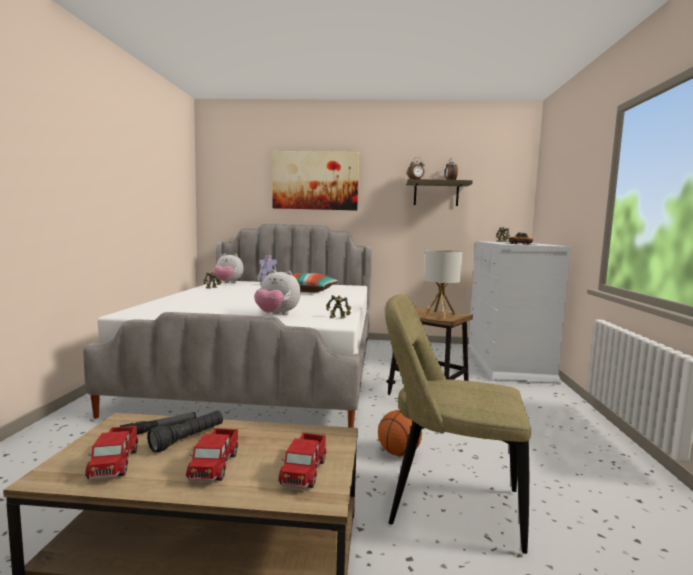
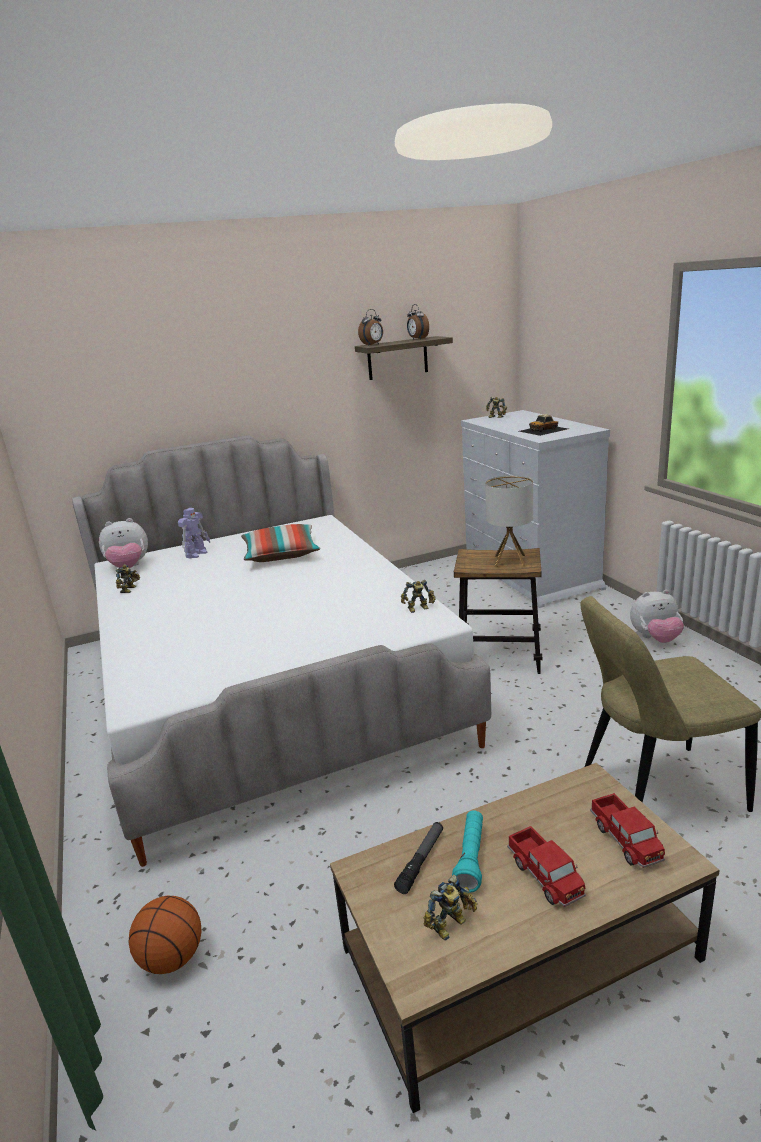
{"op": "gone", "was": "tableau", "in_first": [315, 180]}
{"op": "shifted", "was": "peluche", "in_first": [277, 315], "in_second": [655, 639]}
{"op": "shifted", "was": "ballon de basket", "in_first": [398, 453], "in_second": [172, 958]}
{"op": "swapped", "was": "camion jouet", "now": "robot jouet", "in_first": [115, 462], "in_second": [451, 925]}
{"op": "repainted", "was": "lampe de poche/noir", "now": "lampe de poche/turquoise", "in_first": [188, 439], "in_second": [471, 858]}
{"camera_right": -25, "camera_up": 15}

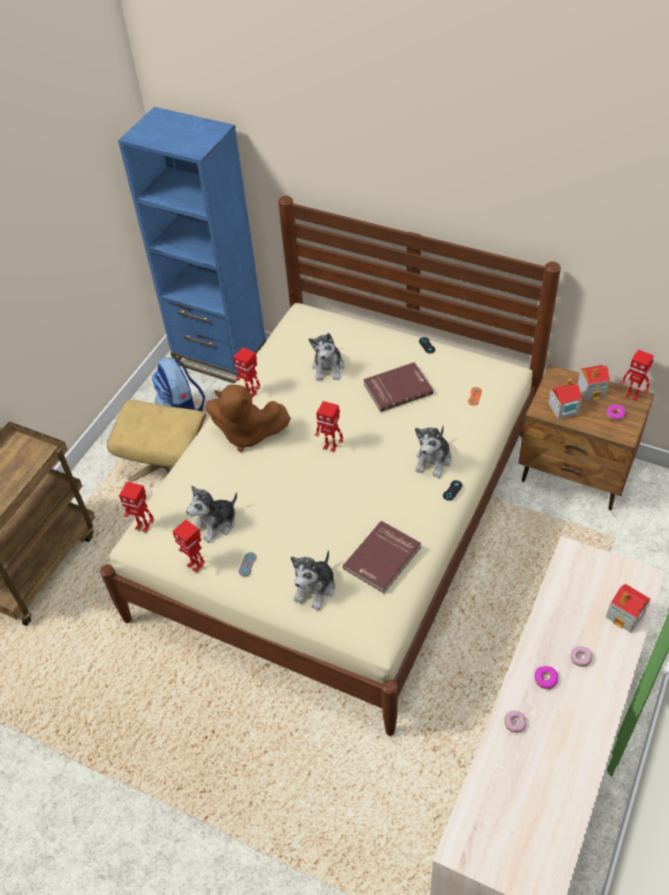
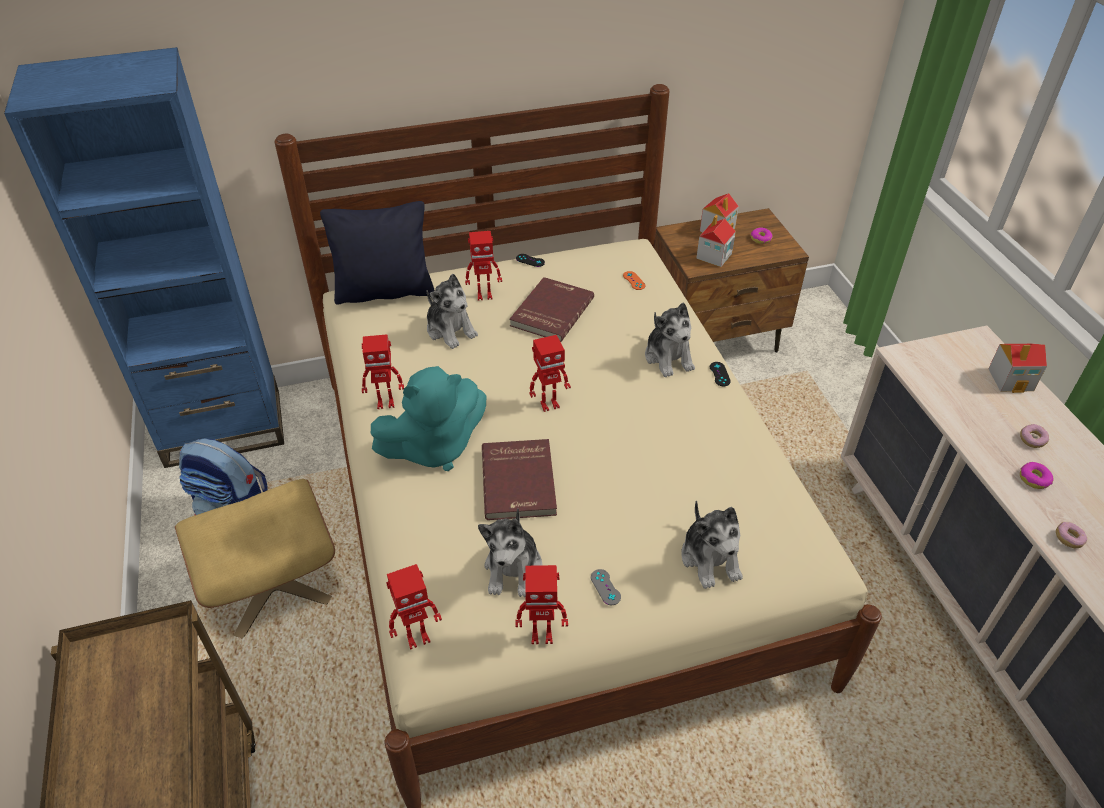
{"op": "new", "now": "coussin/noir", "in_second": [385, 291]}
{"op": "shifted", "was": "livre/rouge", "in_first": [383, 558], "in_second": [520, 481]}
{"op": "shifted", "was": "robot jouet", "in_first": [632, 395], "in_second": [484, 295]}
{"op": "repainted", "was": "peluche/marron", "now": "peluche/turquoise", "in_first": [247, 434], "in_second": [434, 447]}
{"camera_right": -45, "camera_up": -5}

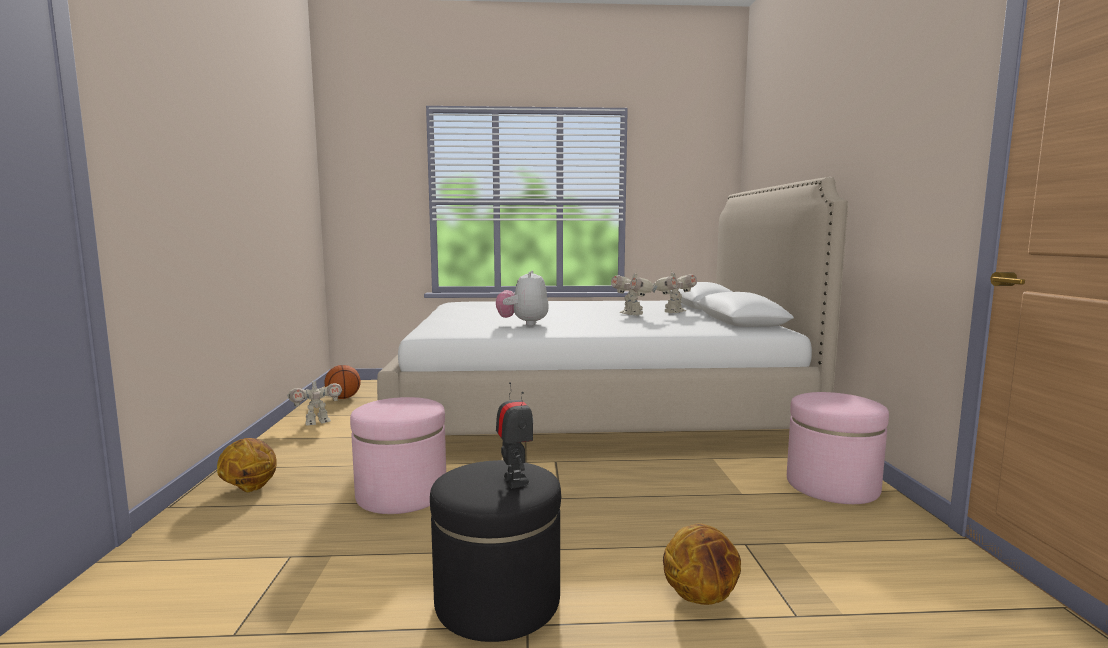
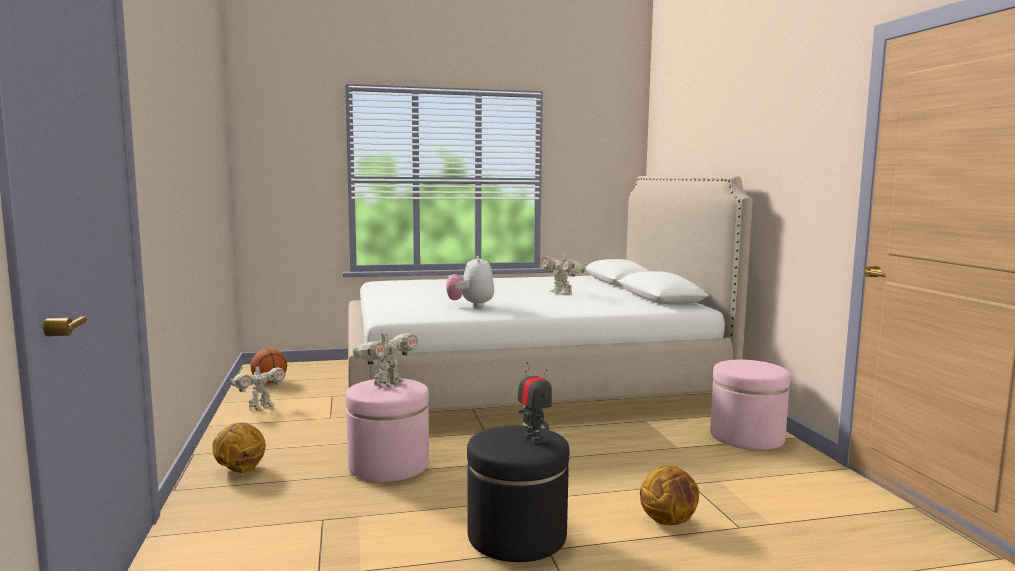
{"op": "shifted", "was": "robot jouet", "in_first": [673, 312], "in_second": [387, 384]}
{"camera_right": -10, "camera_up": 0}

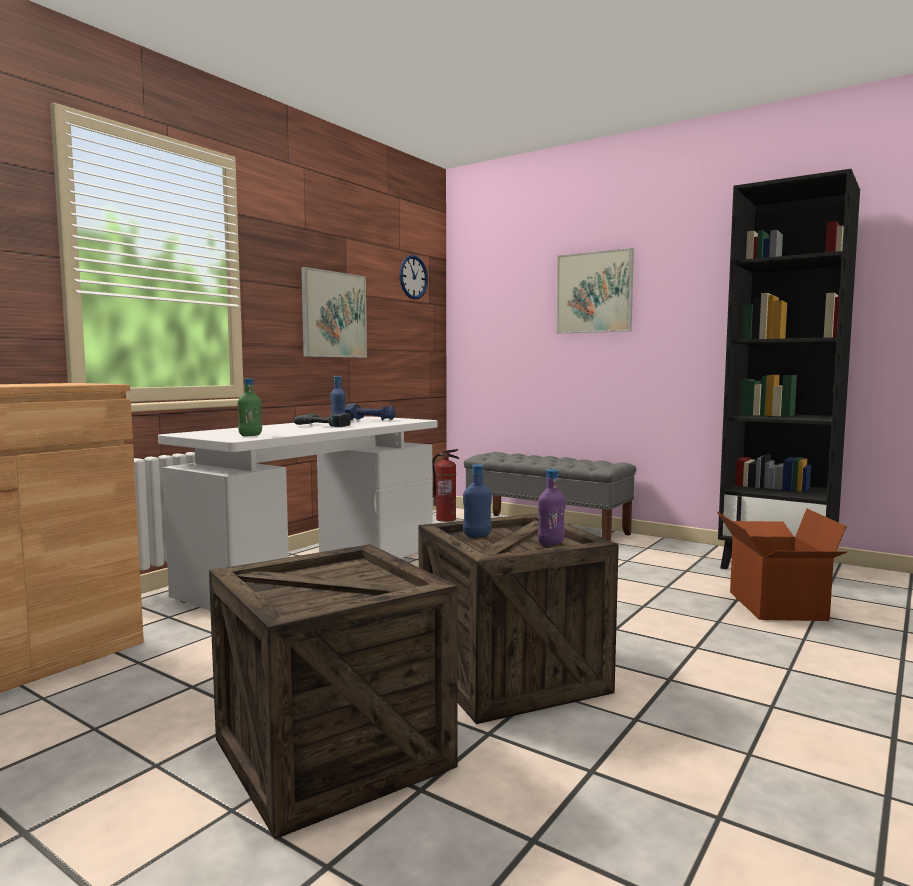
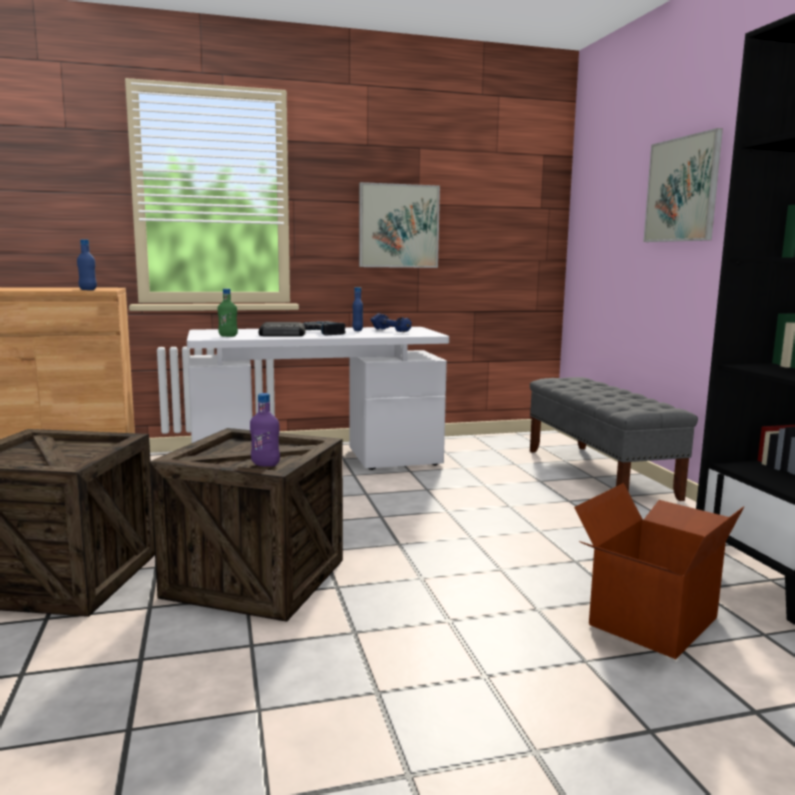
{"op": "gone", "was": "horloge murale", "in_first": [413, 277]}
{"op": "gone", "was": "extincteur", "in_first": [446, 519]}
{"op": "new", "now": "radio", "in_second": [283, 335]}
{"op": "shifted", "was": "bouteille/bleu", "in_first": [477, 536], "in_second": [88, 289]}
{"camera_right": 40, "camera_up": 5}

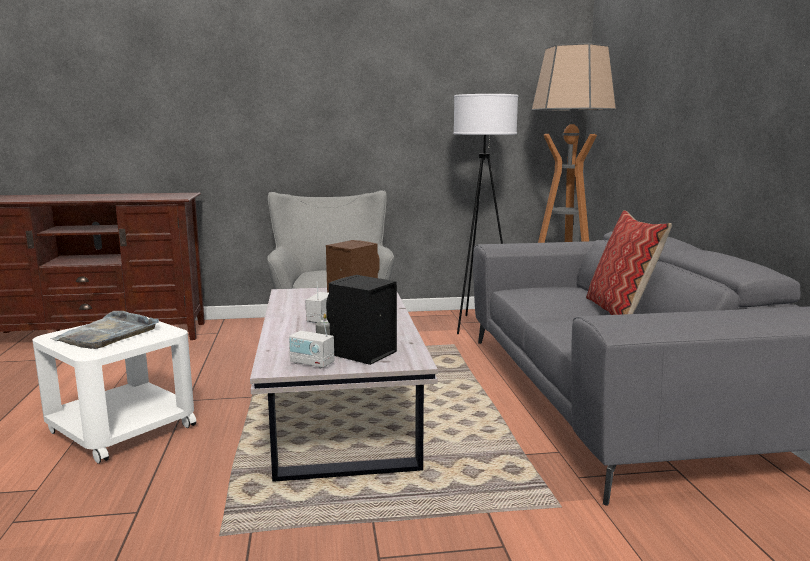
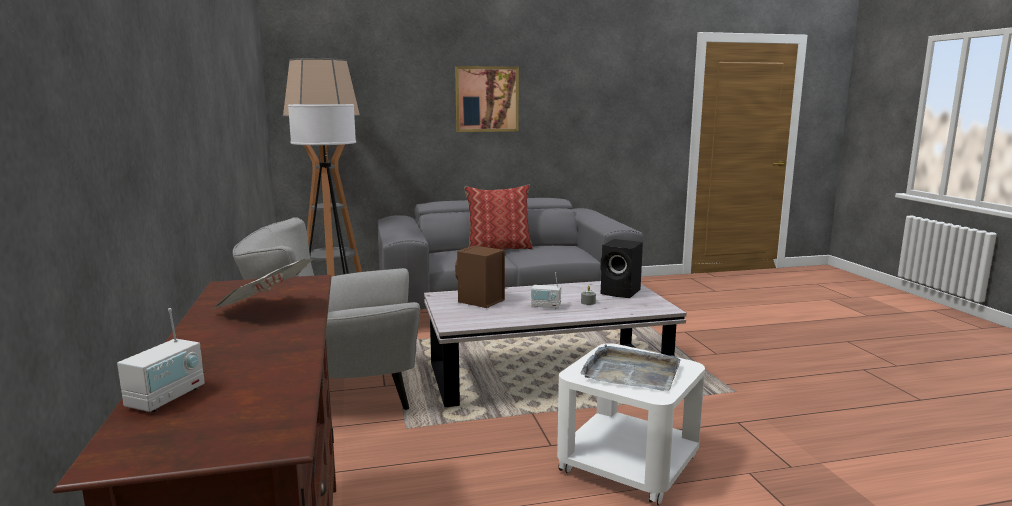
{"op": "new", "now": "journal", "in_second": [265, 309]}
{"op": "new", "now": "tableau", "in_second": [486, 99]}
{"op": "shifted", "was": "radio", "in_first": [312, 363], "in_second": [167, 398]}
{"camera_right": -95, "camera_up": 0}

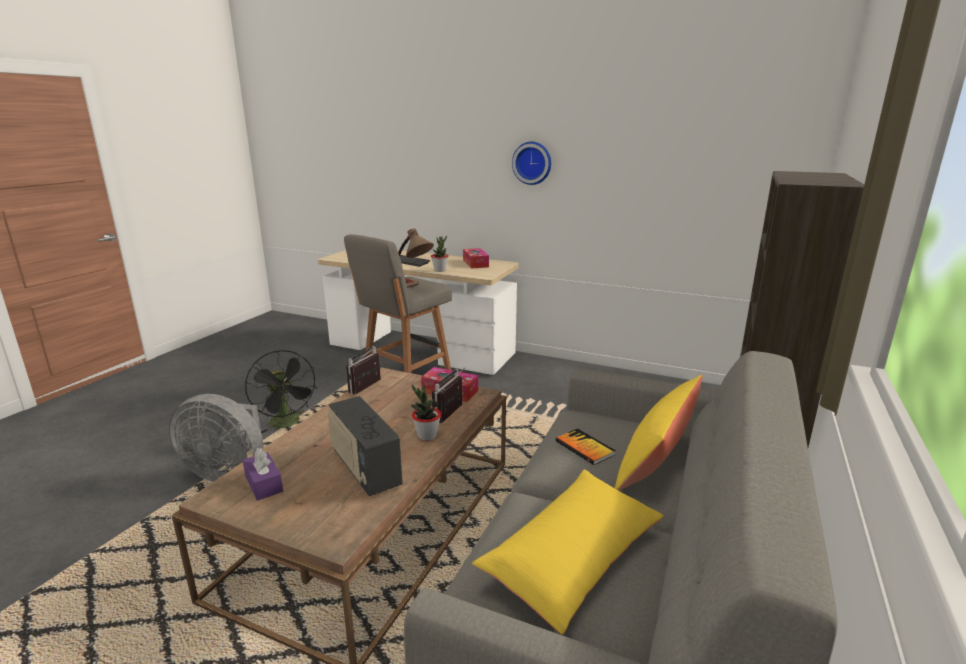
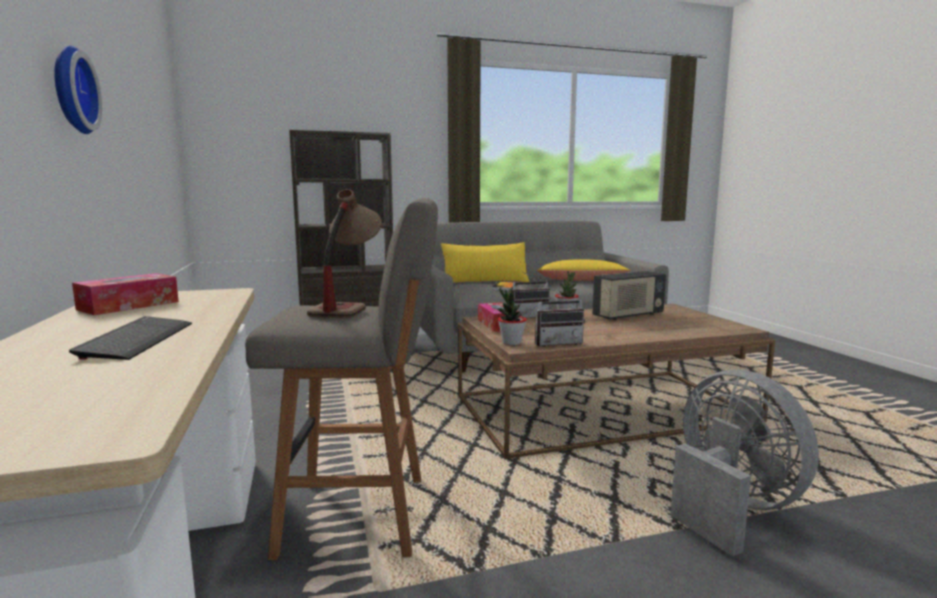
{"op": "gone", "was": "boîte à mouchoirs/violet", "in_first": [264, 484]}
{"op": "gone", "was": "ventilateur/noir", "in_first": [288, 424]}
{"op": "shifted", "was": "plante en pot", "in_first": [440, 270], "in_second": [511, 343]}
{"op": "rotated", "was": "radio", "in_first": [365, 469], "in_second": [628, 315], "clockwise": 45}
{"camera_right": -130, "camera_up": -10}

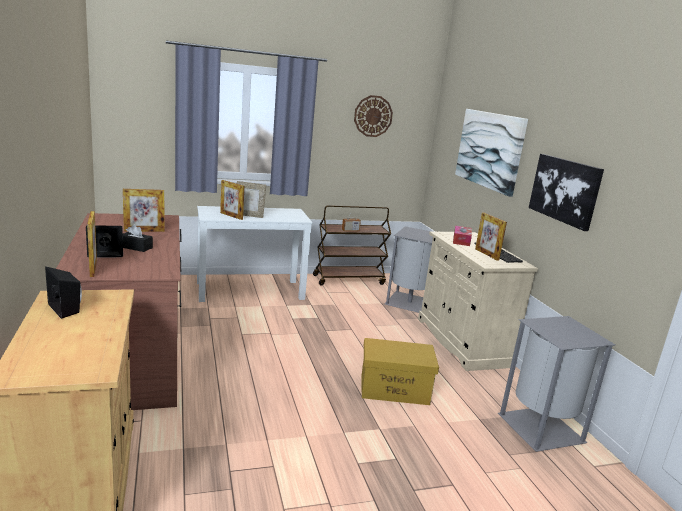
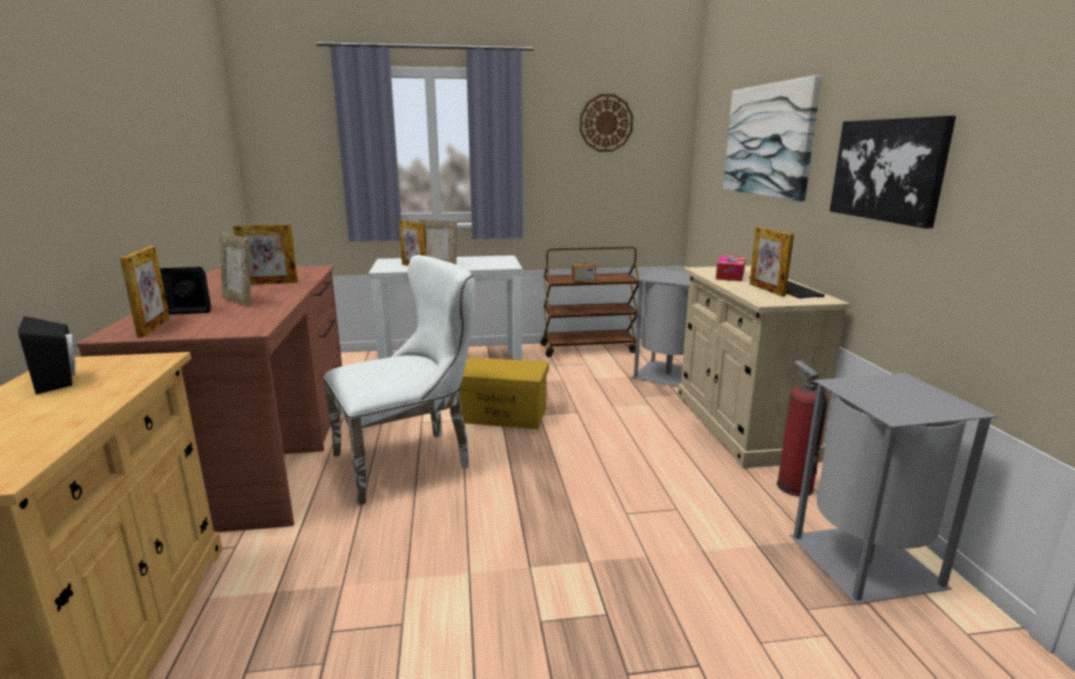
{"op": "new", "now": "chaise/blanc", "in_second": [411, 460]}
{"op": "new", "now": "extincteur", "in_second": [794, 487]}
{"op": "shifted", "was": "boîte de rangement/jaune", "in_first": [395, 389], "in_second": [505, 415]}
{"op": "swapped", "was": "boîte à mouchoirs/noir", "now": "cadre photo", "in_first": [136, 247], "in_second": [240, 301]}
{"camera_right": 10, "camera_up": 0}

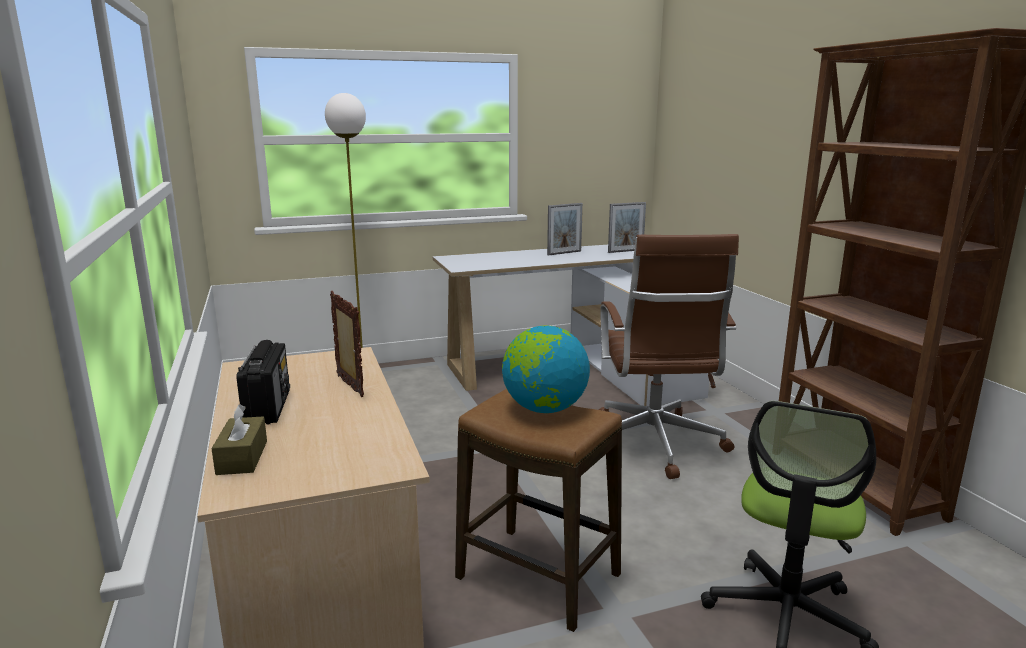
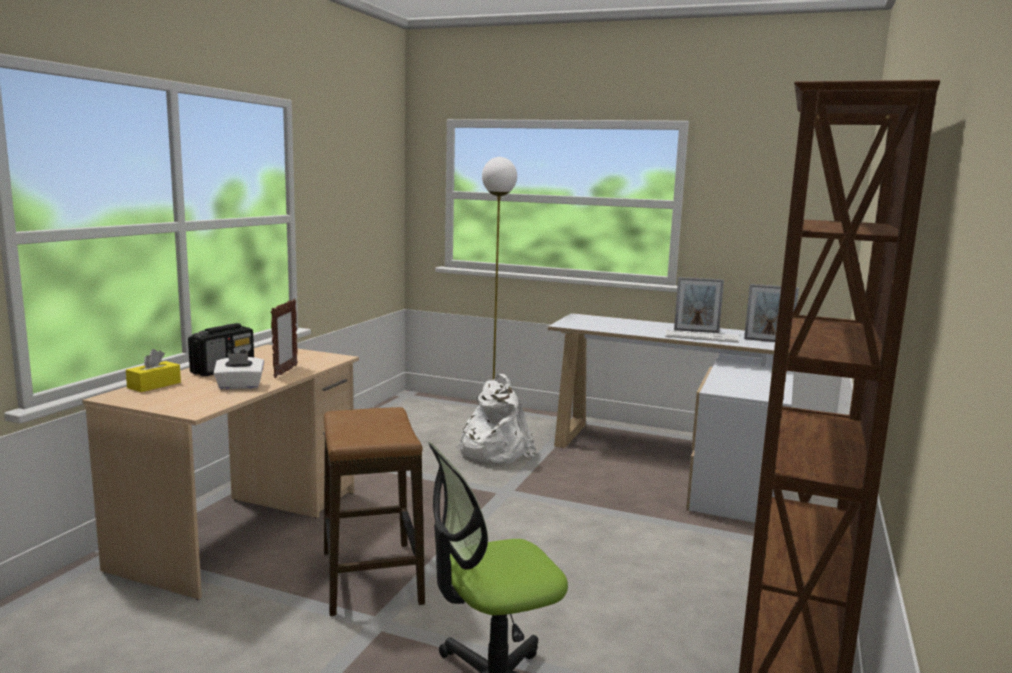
{"op": "gone", "was": "globe", "in_first": [544, 409]}
{"op": "gone", "was": "chaise de bureau/marron", "in_first": [653, 445]}
{"op": "new", "now": "boîte à mouchoirs/blanc", "in_second": [239, 386]}
{"op": "new", "now": "sac à dos/blanc", "in_second": [492, 452]}
{"op": "new", "now": "clavier", "in_second": [701, 337]}
{"op": "repainted", "was": "boîte à mouchoirs/marron", "now": "boîte à mouchoirs/jaune", "in_first": [242, 457], "in_second": [154, 385]}
{"camera_right": 40, "camera_up": -5}

